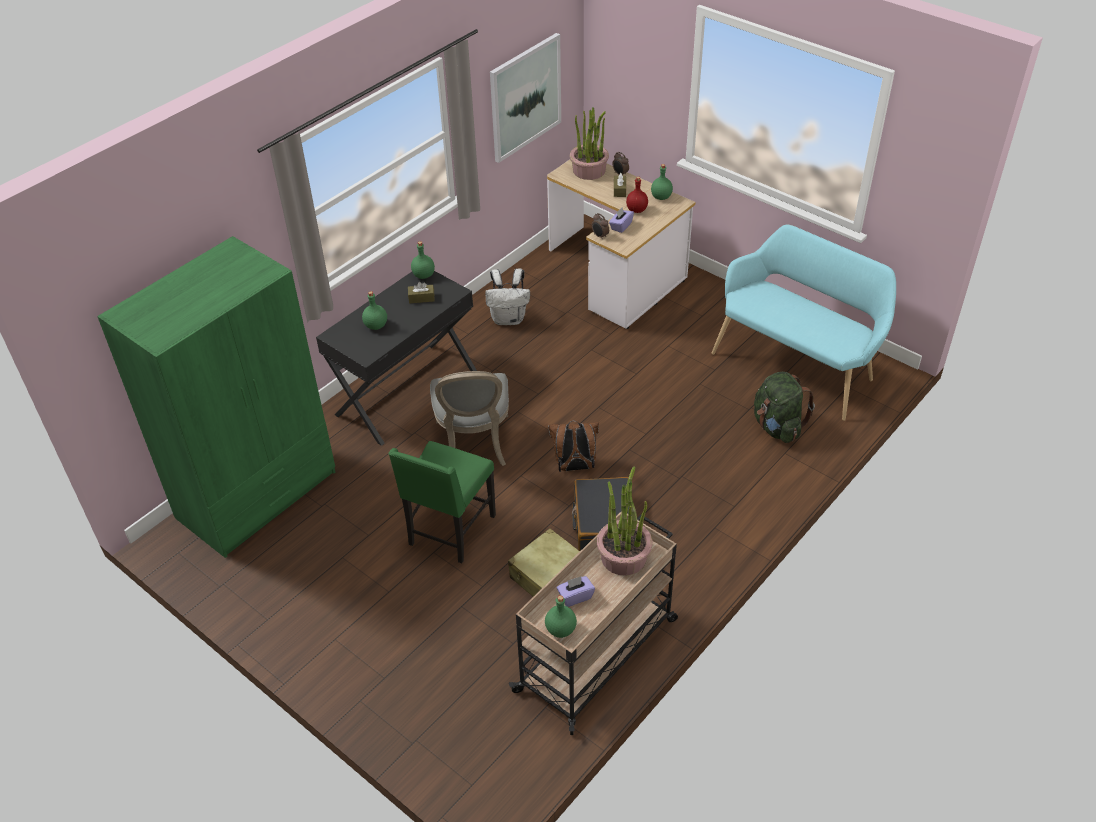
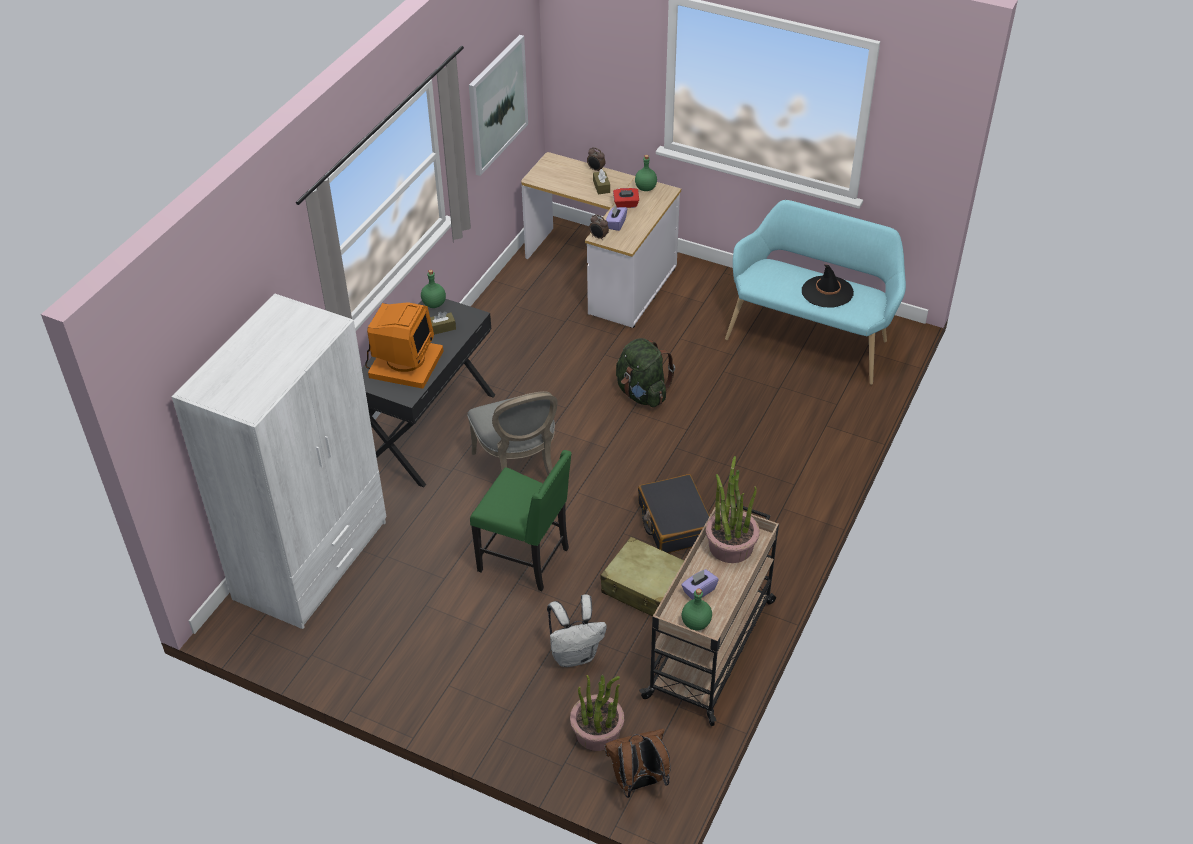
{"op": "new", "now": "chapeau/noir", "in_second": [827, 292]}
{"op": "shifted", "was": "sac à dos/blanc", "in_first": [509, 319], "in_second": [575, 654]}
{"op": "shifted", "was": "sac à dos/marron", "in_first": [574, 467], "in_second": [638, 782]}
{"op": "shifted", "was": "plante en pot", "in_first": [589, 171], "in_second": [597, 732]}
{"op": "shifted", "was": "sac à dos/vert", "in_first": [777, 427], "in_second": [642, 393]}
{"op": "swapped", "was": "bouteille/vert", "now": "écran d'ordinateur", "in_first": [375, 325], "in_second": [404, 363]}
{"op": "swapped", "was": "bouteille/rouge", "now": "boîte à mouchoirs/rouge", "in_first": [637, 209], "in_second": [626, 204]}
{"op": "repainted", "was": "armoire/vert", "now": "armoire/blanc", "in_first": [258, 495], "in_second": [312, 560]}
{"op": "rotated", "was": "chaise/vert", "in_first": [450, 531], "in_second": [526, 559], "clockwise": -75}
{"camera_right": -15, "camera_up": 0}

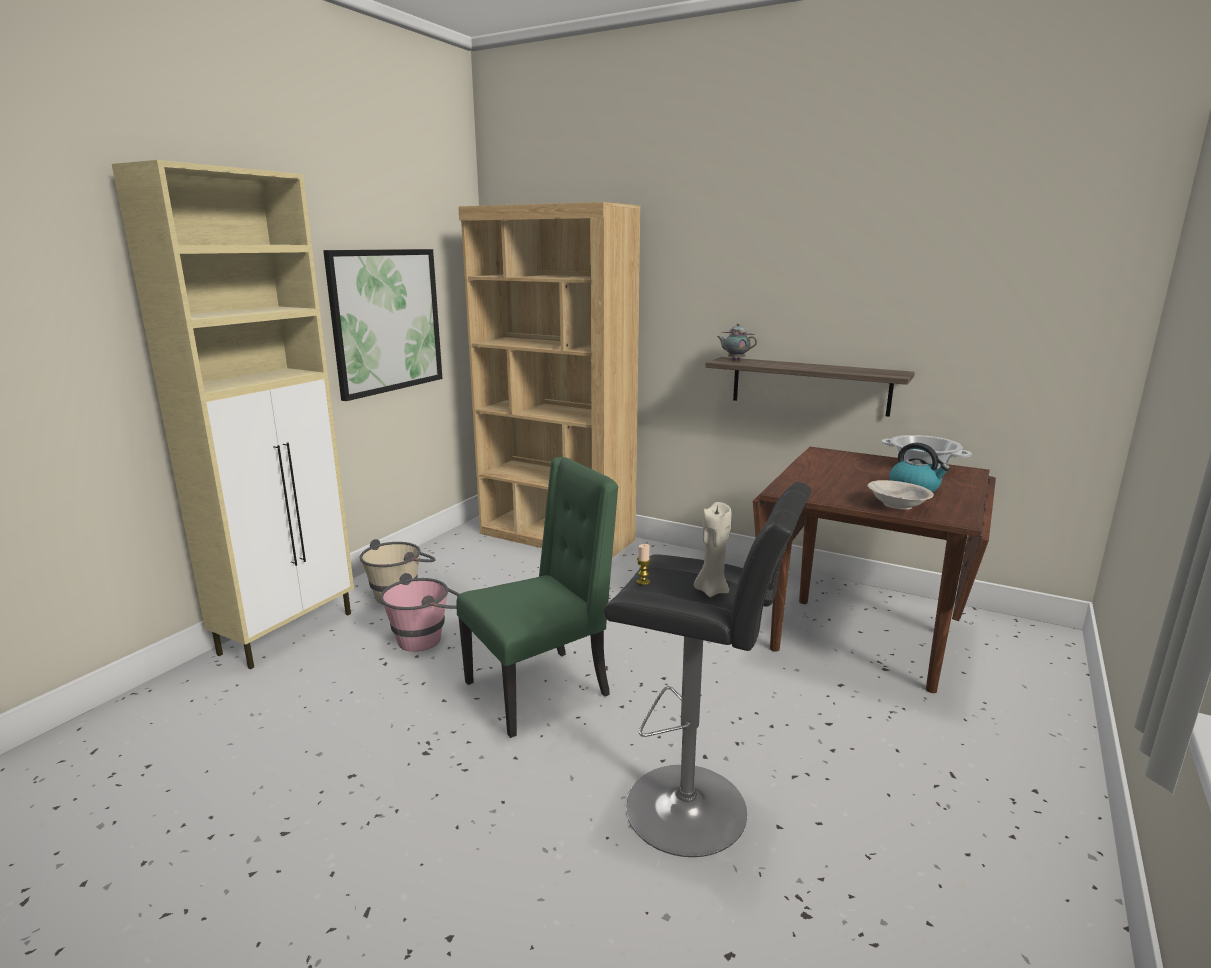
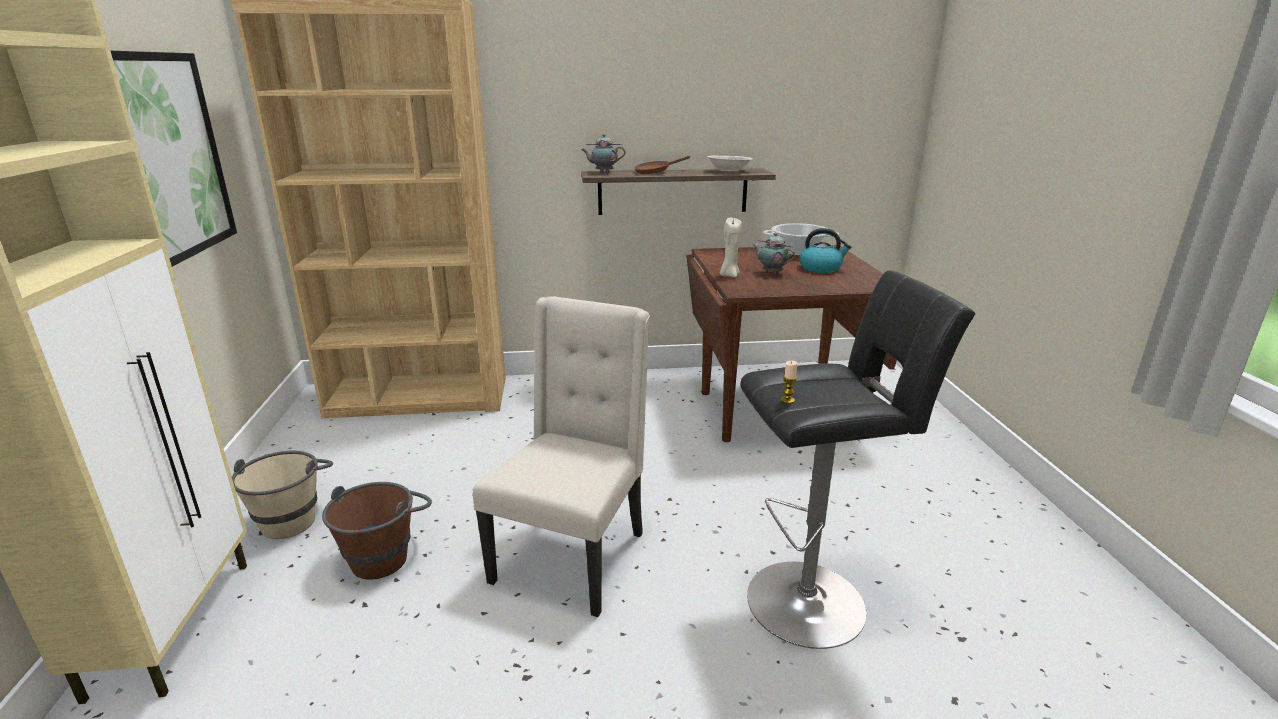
{"op": "new", "now": "poêle/marron", "in_second": [655, 172]}
{"op": "new", "now": "théière", "in_second": [771, 273]}
{"op": "shifted", "was": "bougie/beige", "in_first": [711, 590], "in_second": [729, 275]}
{"op": "shifted", "was": "bol/beige", "in_first": [897, 506], "in_second": [728, 171]}
{"op": "repainted", "was": "seau/rose", "now": "seau/marron", "in_first": [428, 637], "in_second": [386, 553]}
{"op": "repainted", "was": "chaise/vert", "now": "chaise/beige", "in_first": [540, 689], "in_second": [573, 556]}
{"camera_right": -35, "camera_up": 5}

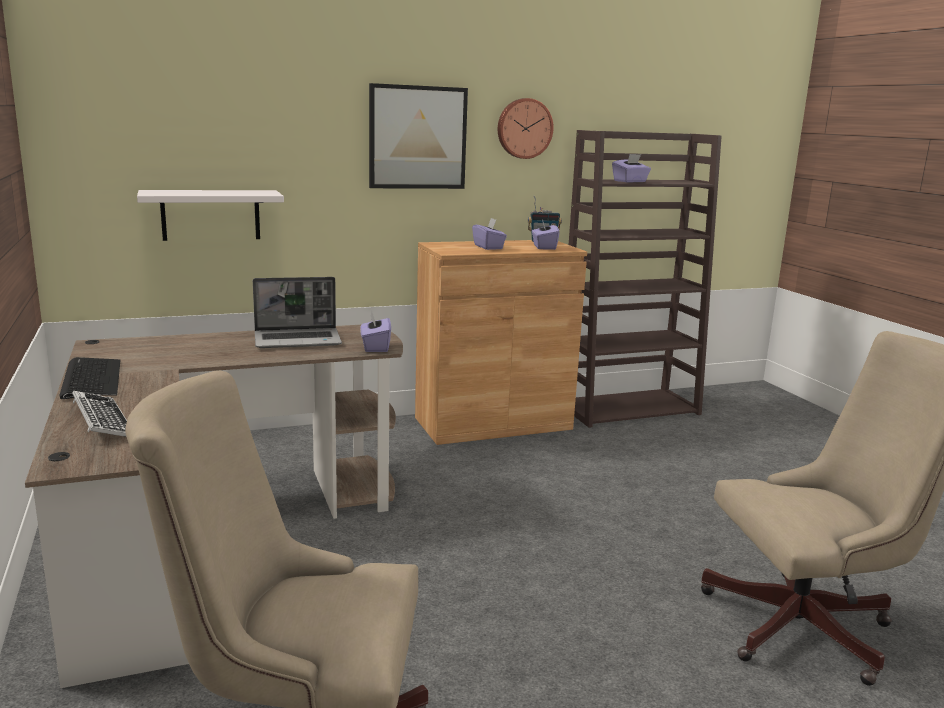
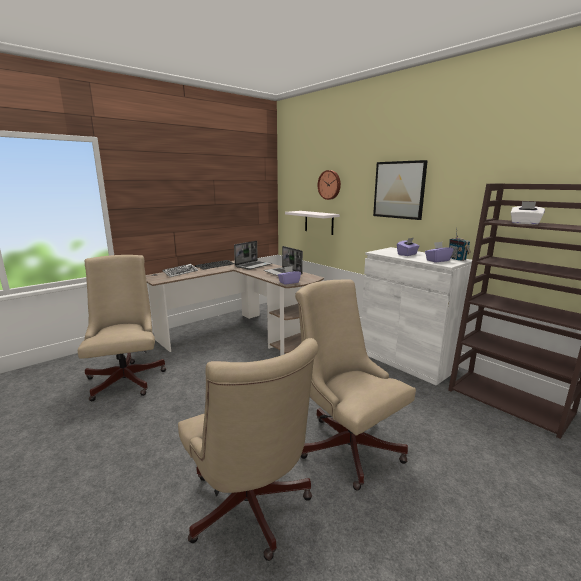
{"op": "new", "now": "ordinateur portable", "in_second": [253, 265]}
{"op": "new", "now": "chaise de bureau/beige", "in_second": [346, 443]}
{"op": "shifted", "was": "horloge murale", "in_first": [524, 128], "in_second": [330, 185]}
{"op": "repainted", "was": "meuble de rangement/marron", "now": "meuble de rangement/blanc", "in_first": [493, 423], "in_second": [406, 360]}
{"op": "repainted", "was": "boîte à mouchoirs/violet", "now": "boîte à mouchoirs/blanc", "in_first": [630, 181], "in_second": [525, 223]}
{"camera_right": 70, "camera_up": 0}

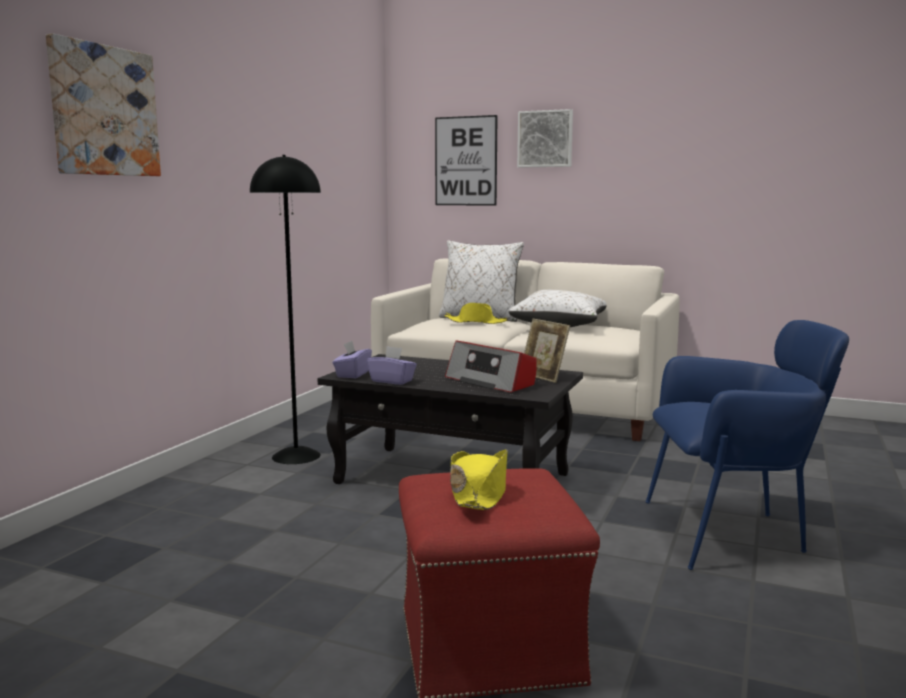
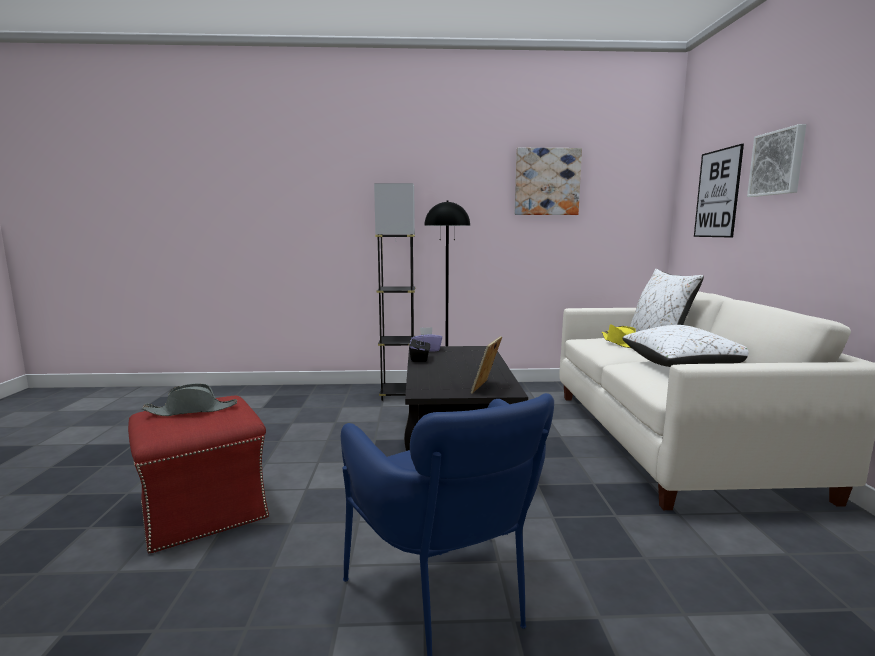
{"op": "gone", "was": "radio", "in_first": [491, 381]}
{"op": "new", "now": "lampadaire/gris", "in_second": [398, 395]}
{"op": "shifted", "was": "tableau", "in_first": [104, 111], "in_second": [547, 182]}
{"op": "repainted", "was": "boîte à mouchoirs/violet", "now": "boîte à mouchoirs/noir", "in_first": [392, 381], "in_second": [420, 358]}
{"op": "repainted", "was": "chapeau/jaune", "now": "chapeau/gris", "in_first": [479, 493], "in_second": [192, 410]}
{"camera_right": 65, "camera_up": 0}

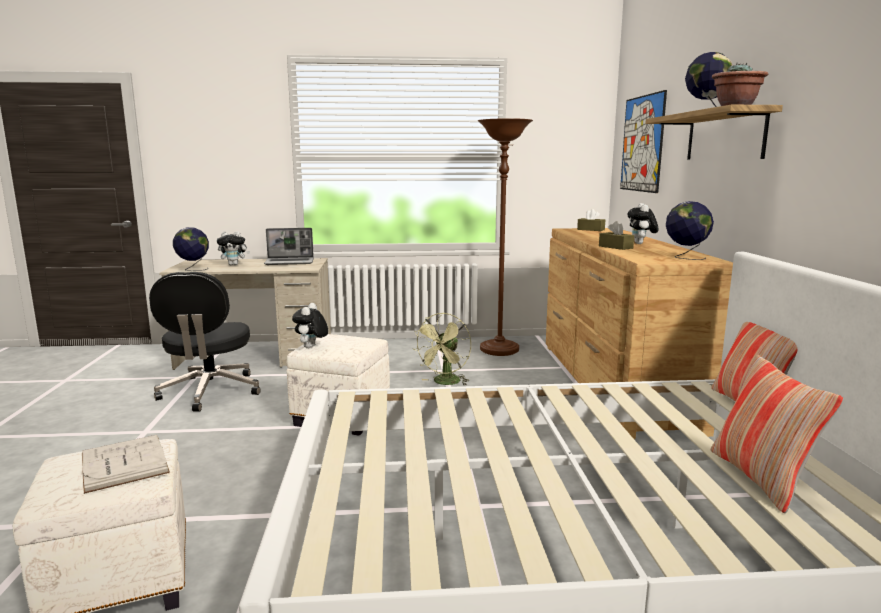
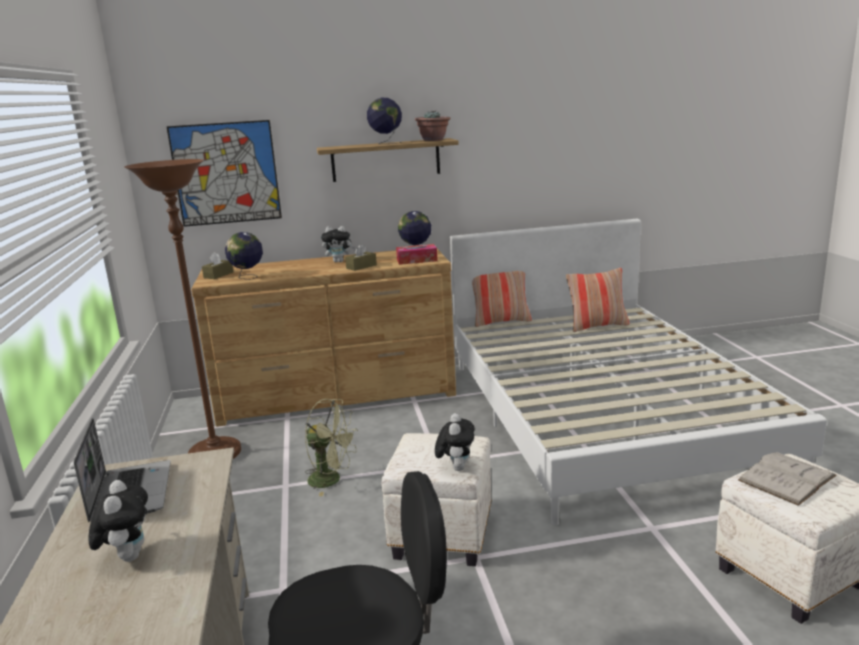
{"op": "new", "now": "boîte à mouchoirs", "in_second": [417, 260]}
{"op": "shifted", "was": "globe", "in_first": [193, 269], "in_second": [247, 278]}
{"op": "rotated", "was": "peluche", "in_first": [311, 347], "in_second": [456, 467], "clockwise": -90}
{"camera_right": -95, "camera_up": 5}

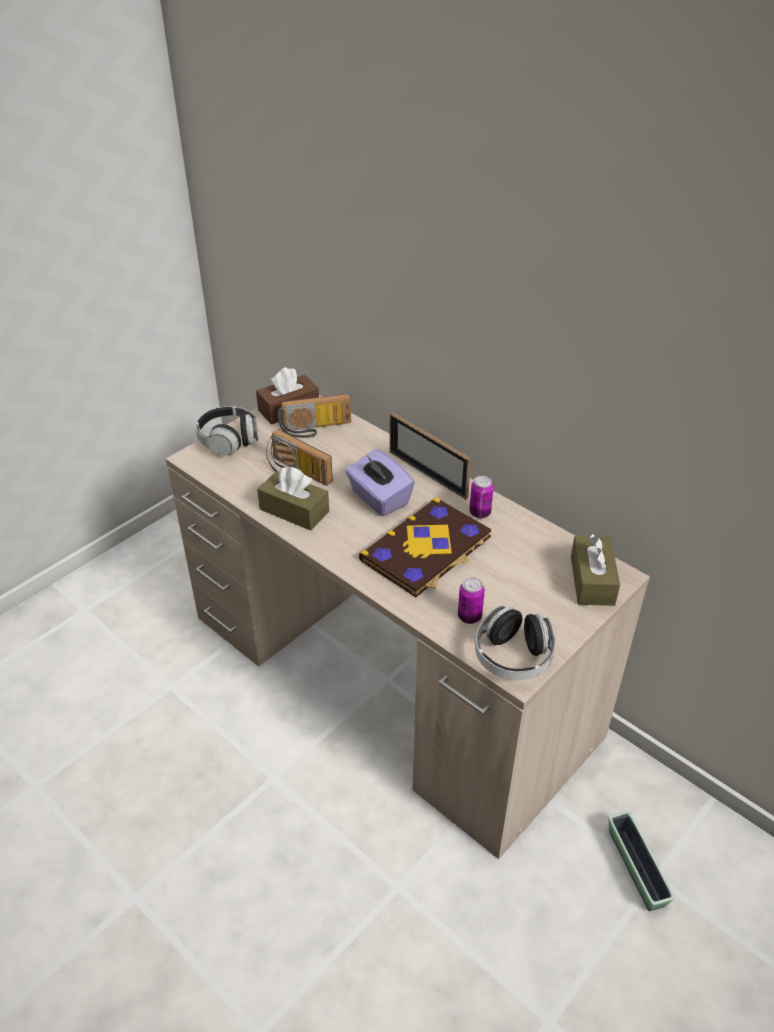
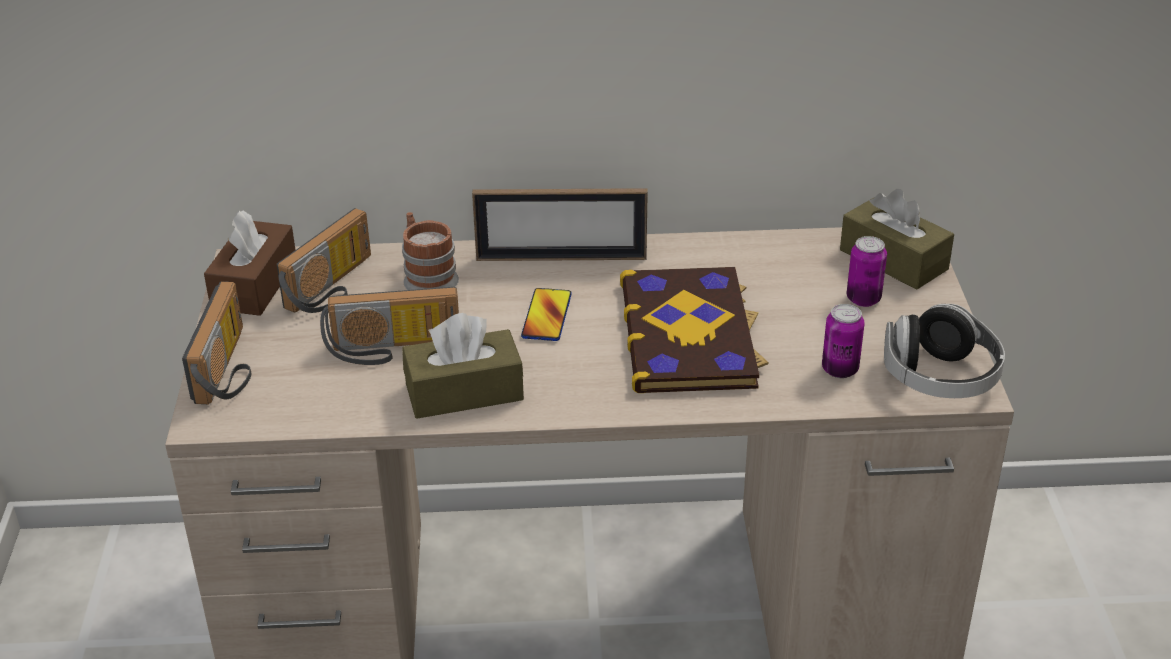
{"op": "gone", "was": "cache-pot", "in_first": [636, 868]}
{"op": "new", "now": "mug", "in_second": [427, 277]}
{"op": "shifted", "was": "boîte métallique", "in_first": [480, 513], "in_second": [863, 299]}
{"op": "swapped", "was": "casque audio", "now": "radio", "in_first": [229, 441], "in_second": [230, 368]}
{"op": "swapped", "was": "boîte à mouchoirs/violet", "now": "téléphone", "in_first": [379, 498], "in_second": [547, 316]}
{"camera_right": -45, "camera_up": -5}

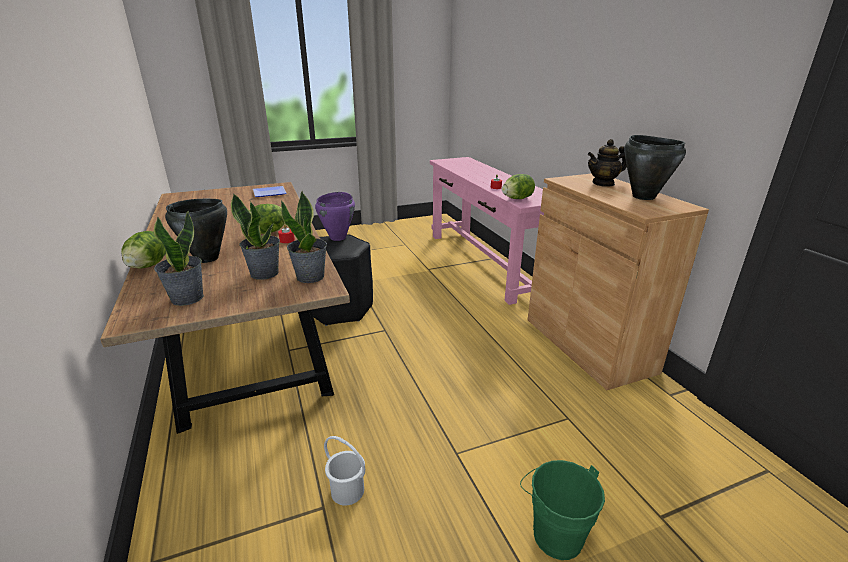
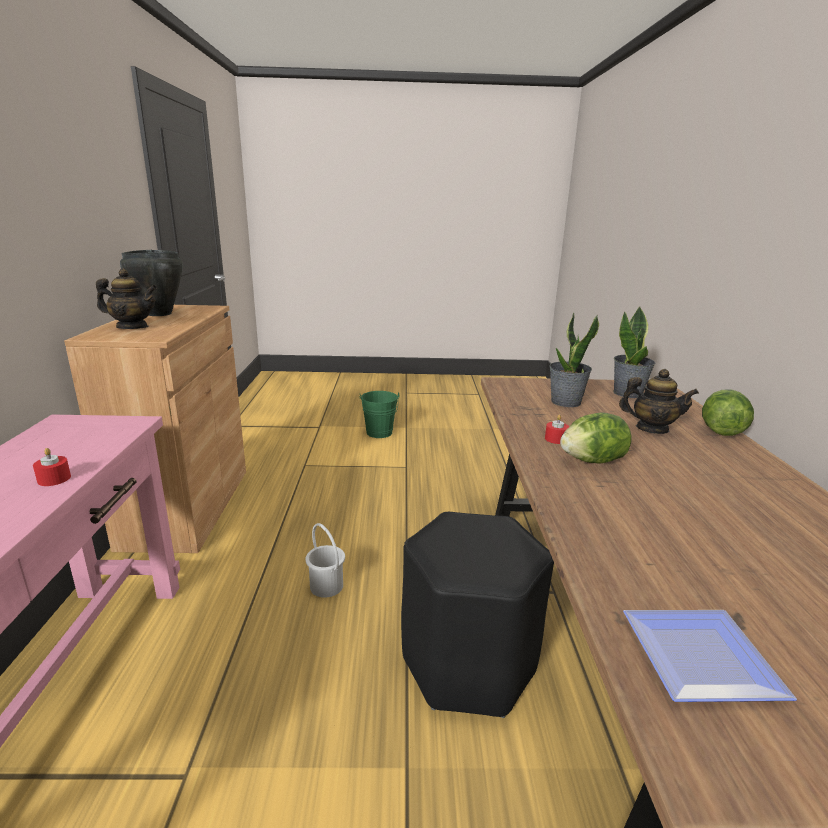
{"op": "gone", "was": "plante en pot", "in_first": [311, 277]}
{"op": "gone", "was": "marmite/violet", "in_first": [338, 238]}
{"op": "gone", "was": "laitue", "in_first": [517, 199]}
{"op": "shifted", "was": "seau/blanc", "in_first": [347, 491], "in_second": [327, 585]}
{"op": "swapped", "was": "marmite/noir", "now": "théière", "in_first": [207, 258], "in_second": [651, 429]}
{"camera_right": -160, "camera_up": -5}

